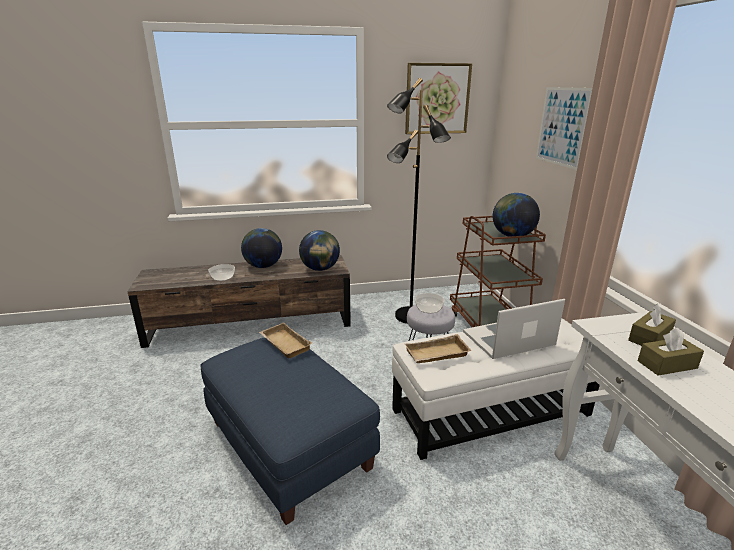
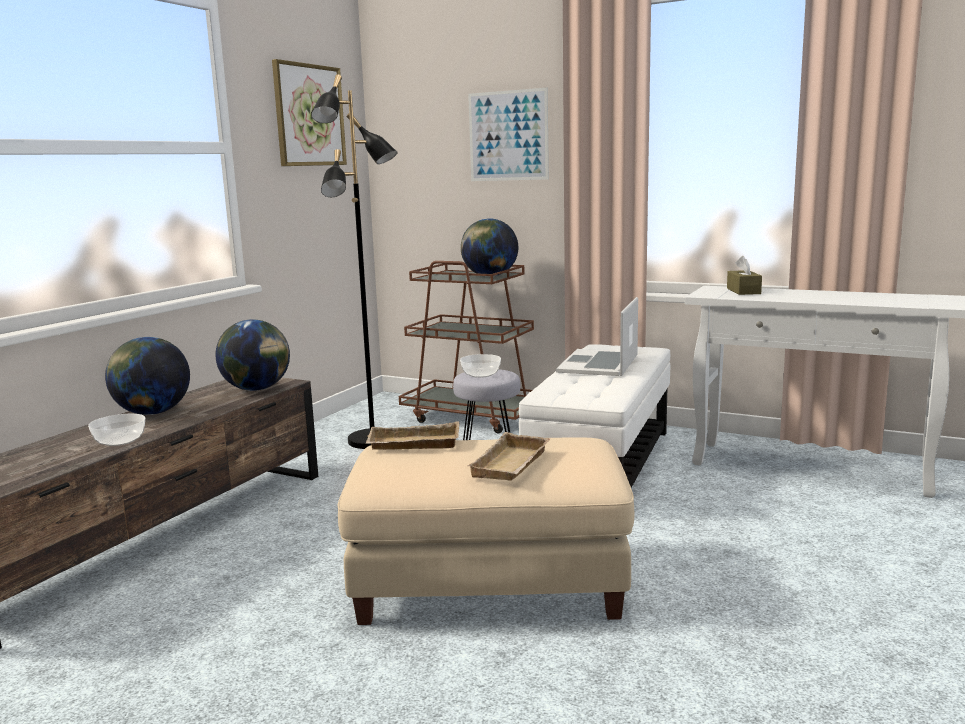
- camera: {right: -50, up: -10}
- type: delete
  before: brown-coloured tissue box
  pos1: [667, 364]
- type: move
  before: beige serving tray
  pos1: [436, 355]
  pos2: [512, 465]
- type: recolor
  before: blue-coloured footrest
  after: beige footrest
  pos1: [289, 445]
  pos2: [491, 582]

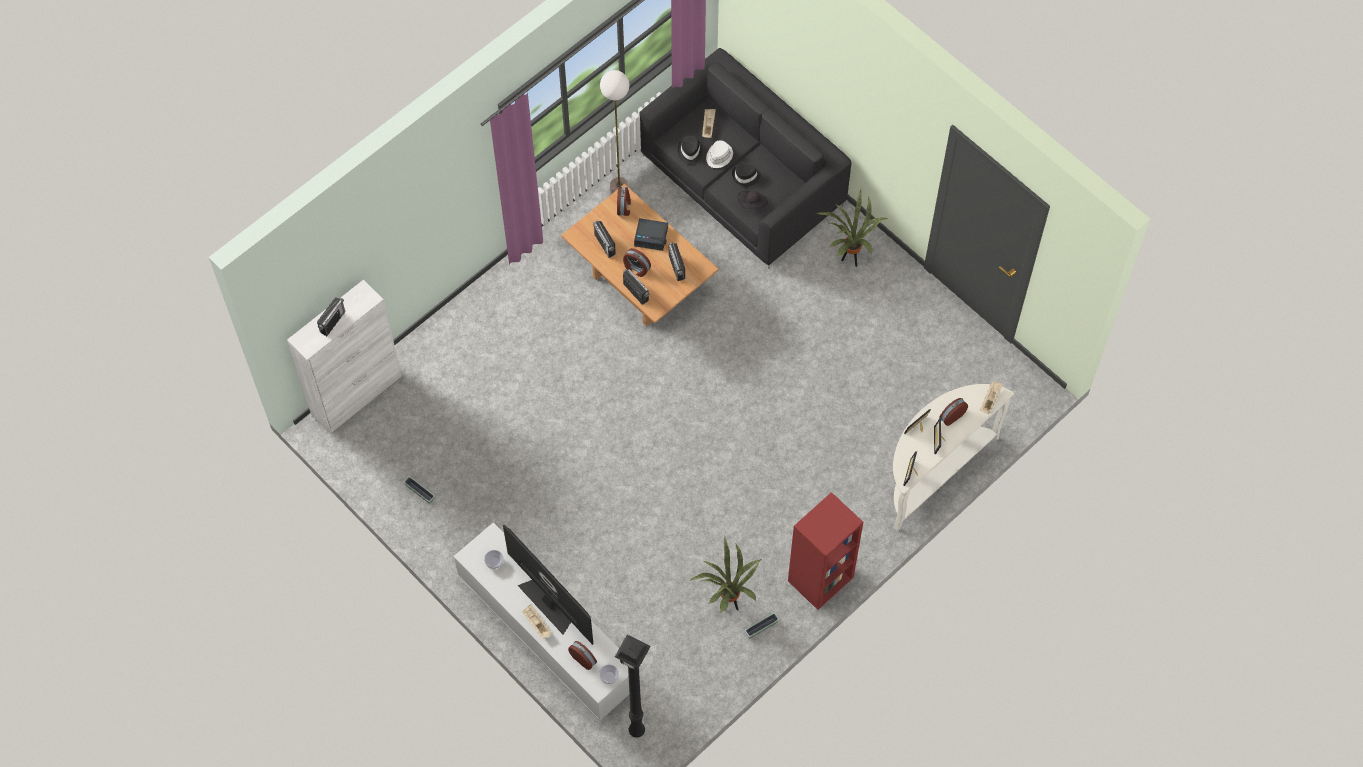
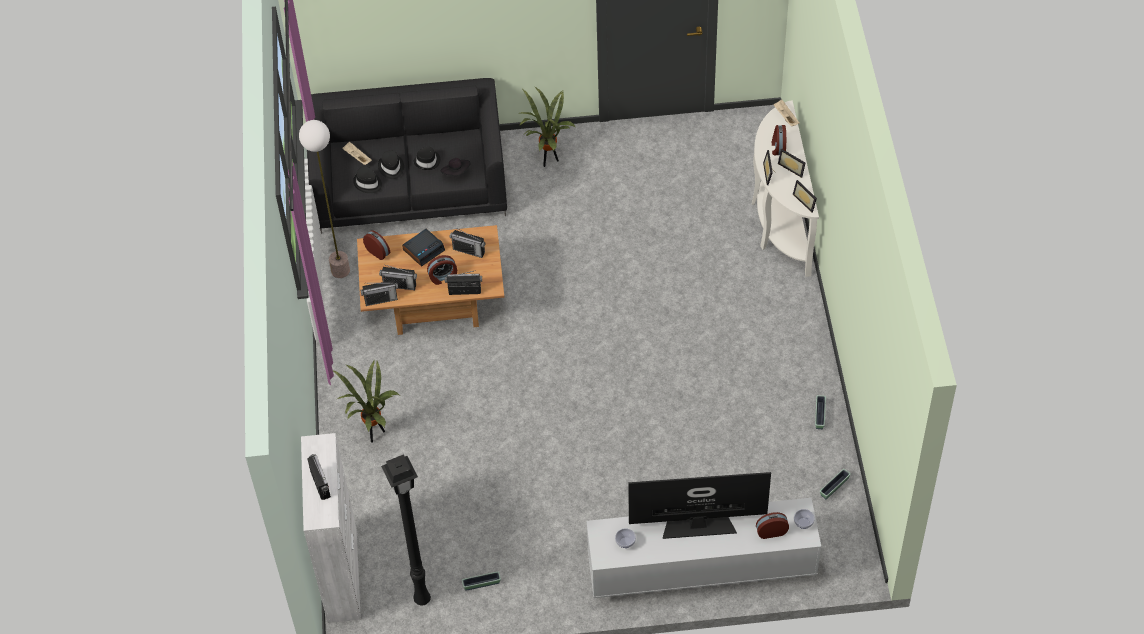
- camera: {right: -50, up: -10}
- type: recolor
  before: white-coloured clothing hat
  after: black clothing hat
  pos1: [718, 156]
  pos2: [391, 167]
- type: delete
  before: reddish bookcase
  pos1: [820, 580]
- type: move
  before: plant in a pot
  pos1: [728, 604]
  pos2: [373, 434]
- type: delete
  before: beige serving tray
  pos1: [536, 624]
- type: move
  before: black floor lamp
  pos1: [637, 732]
  pos2: [423, 600]
- type: insert
  after: radio receiver
  pos2: [381, 299]
- type: insert
  after: flower pot
  pos2: [834, 487]

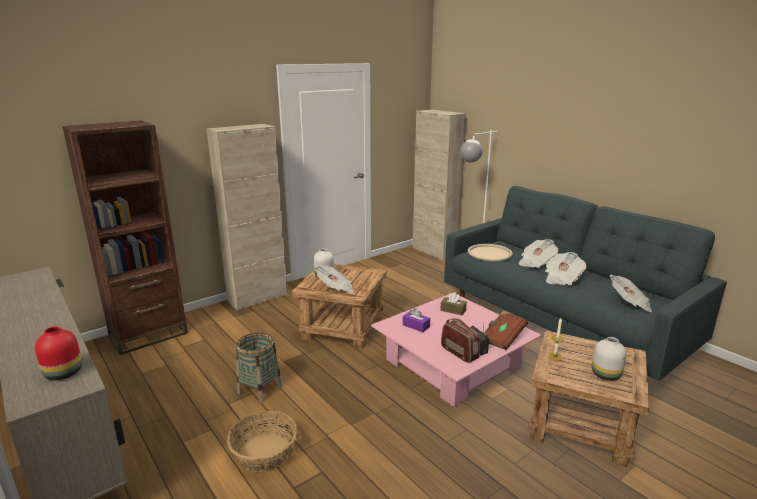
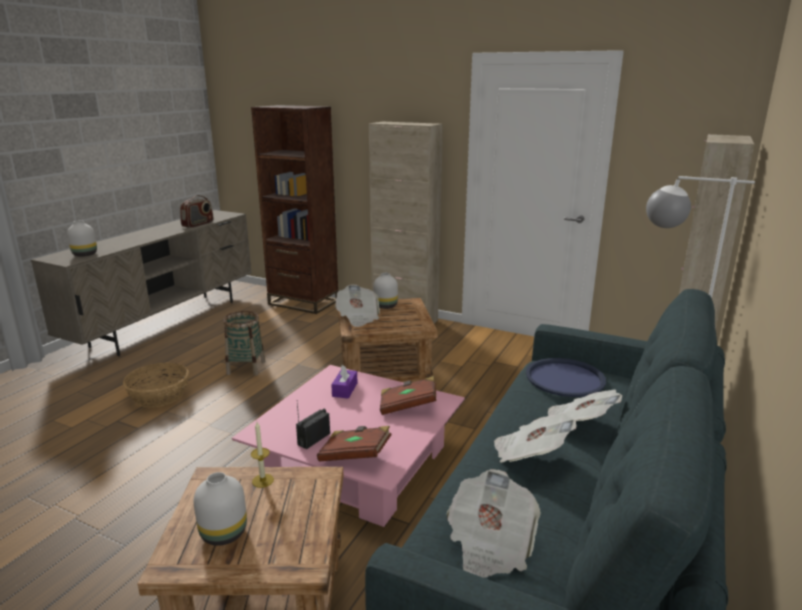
- camera: {right: 65, up: 0}
- type: recolor
  before: beige serving tray
  after: blue-coloured serving tray
  pos1: [489, 253]
  pos2: [564, 378]
- type: replace
  before: brown-coloured tissue box
  after: brown-coloured volume
  pos1: [453, 310]
  pos2: [408, 406]
- type: move
  before: radio receiver
  pos1: [459, 353]
  pos2: [198, 224]
- type: recolor
  before: reddish decorative vase
  after: white-coloured decorative vase
  pos1: [63, 374]
  pos2: [84, 254]

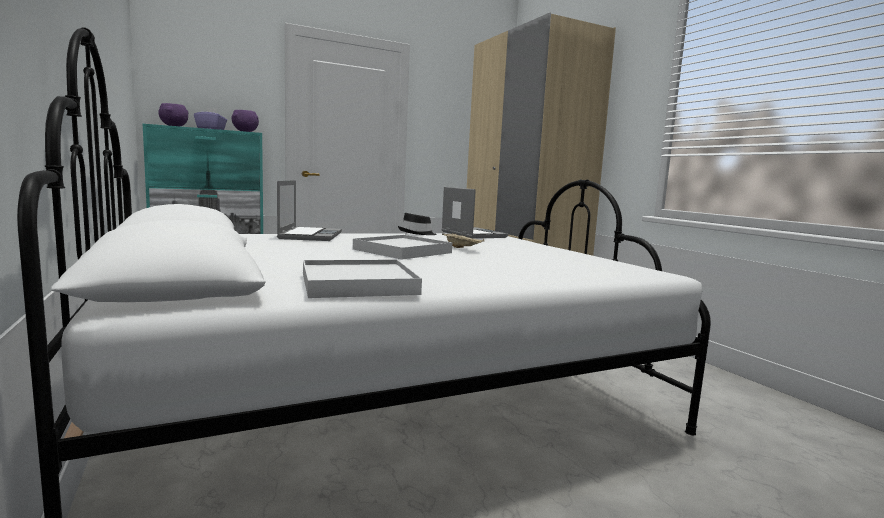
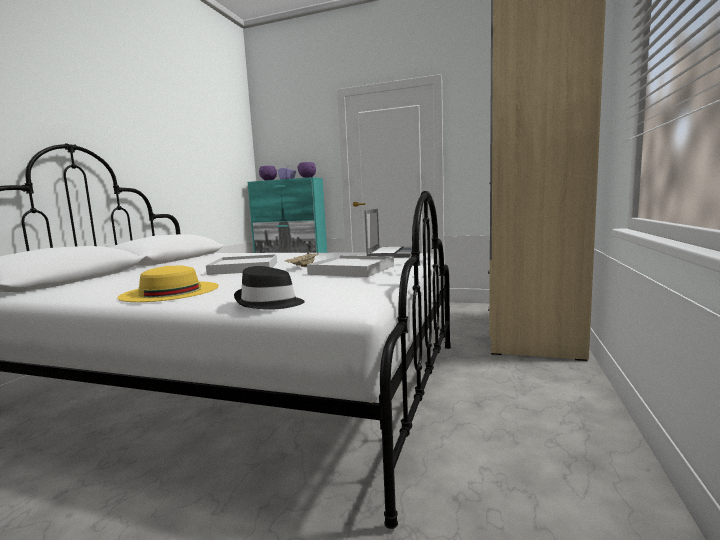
- camera: {right: 45, up: 0}
- type: delete
  before: laptop
  pos1: [310, 236]
- type: move
  before: black clothing hat
  pos1: [417, 233]
  pos2: [269, 303]
- type: move
  before: white-coloured serving tray
  pos1: [357, 284]
  pos2: [352, 270]
- type: insert
  after: yellow-coloured clothing hat
  pos2: [170, 291]

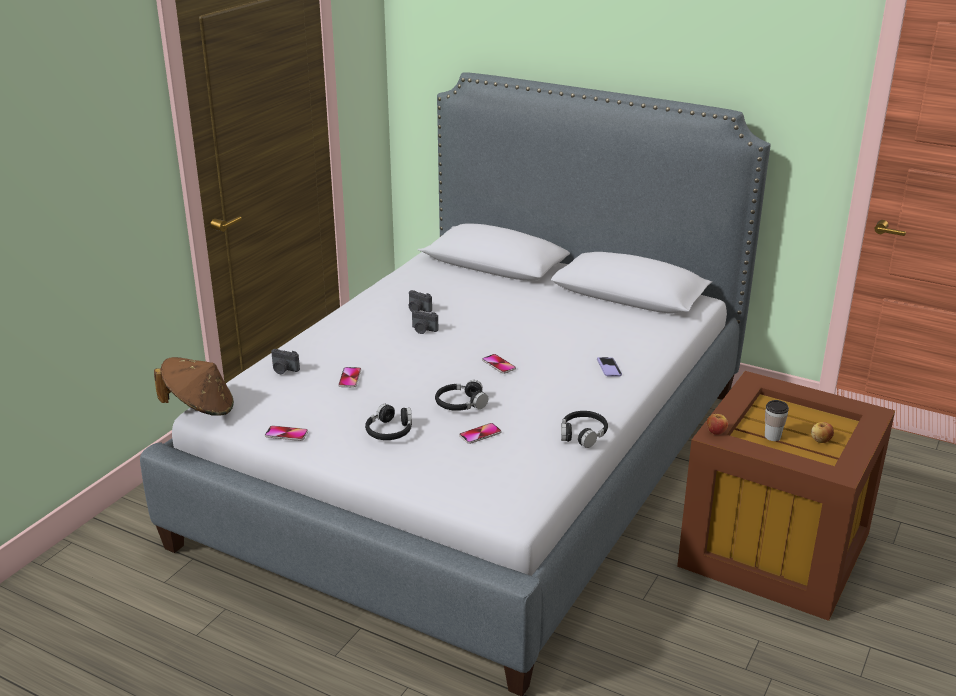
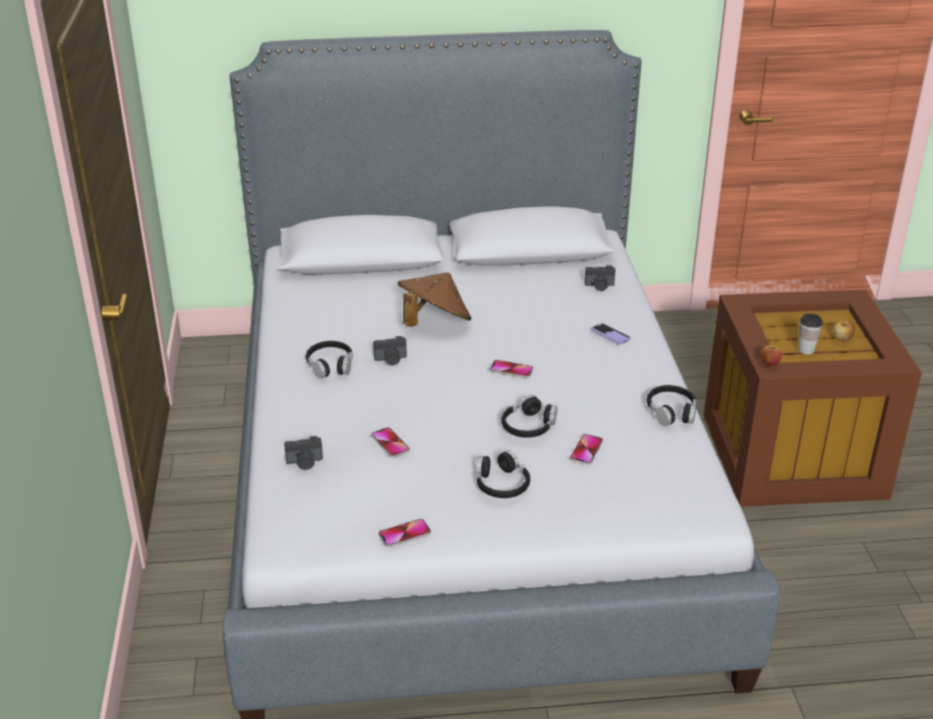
- camera: {right: -35, up: 5}
- type: move
  before: photo camera
  pos1: [418, 310]
  pos2: [599, 286]
- type: move
  before: brown-coloured clothing hat
  pos1: [200, 408]
  pos2: [434, 323]
- type: insert
  after: black pair of headphones
  pos2: [330, 365]

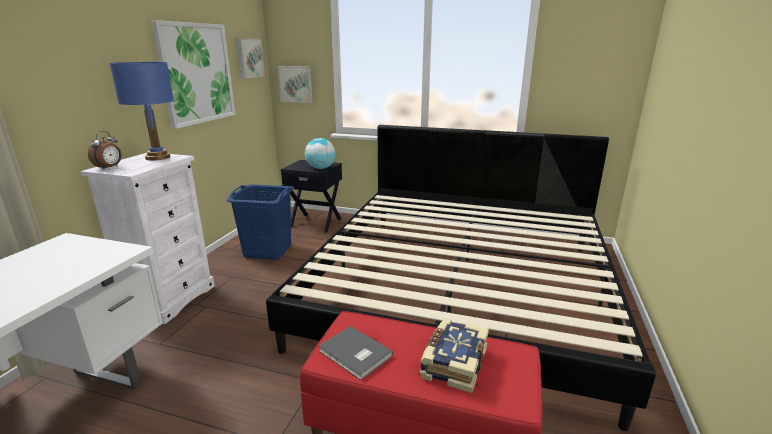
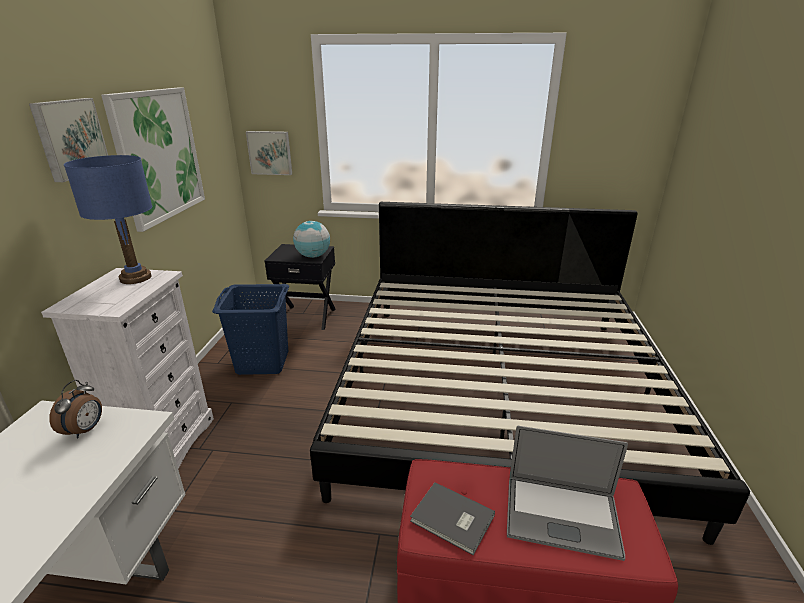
- camera: {right: -10, up: 5}
- type: move
  before: wall art
  pos1: [249, 58]
  pos2: [70, 138]
- type: move
  before: bedside clock
  pos1: [109, 168]
  pos2: [85, 430]
- type: replace
  before: volume
  after: laptop
  pos1: [453, 363]
  pos2: [561, 515]

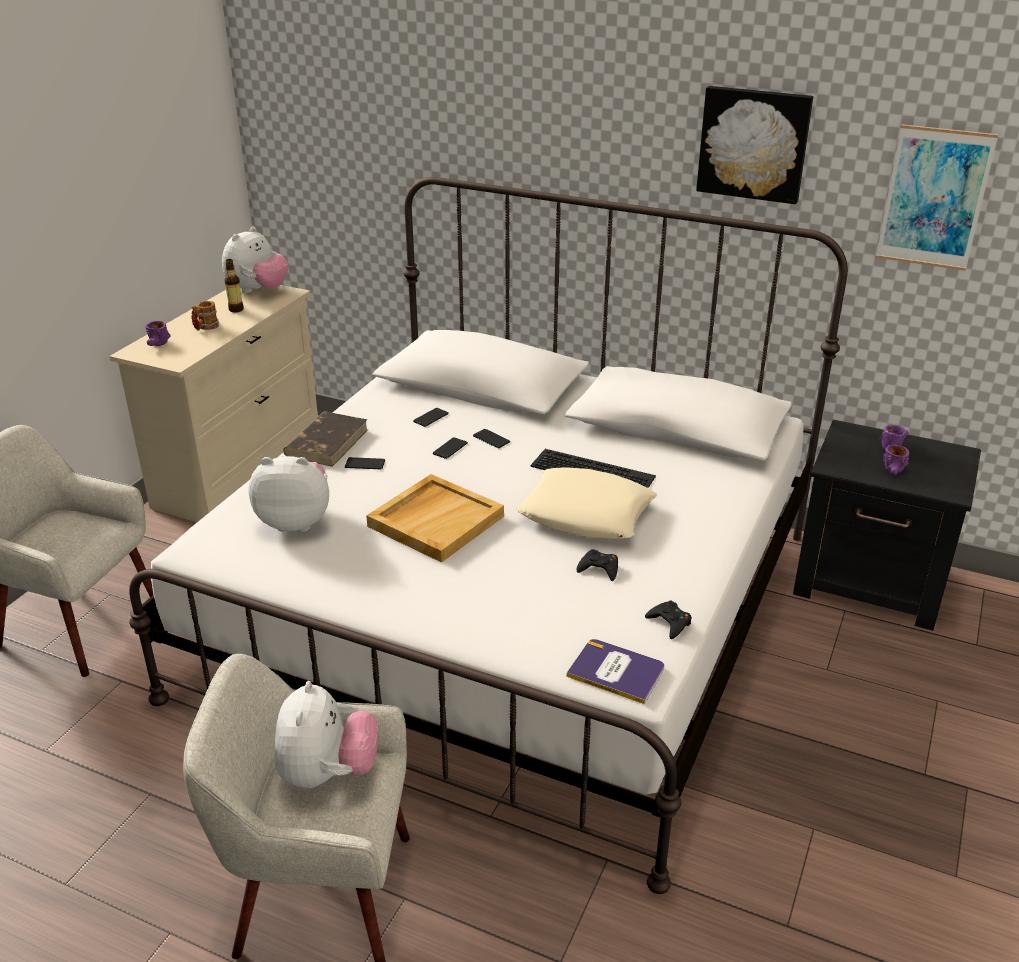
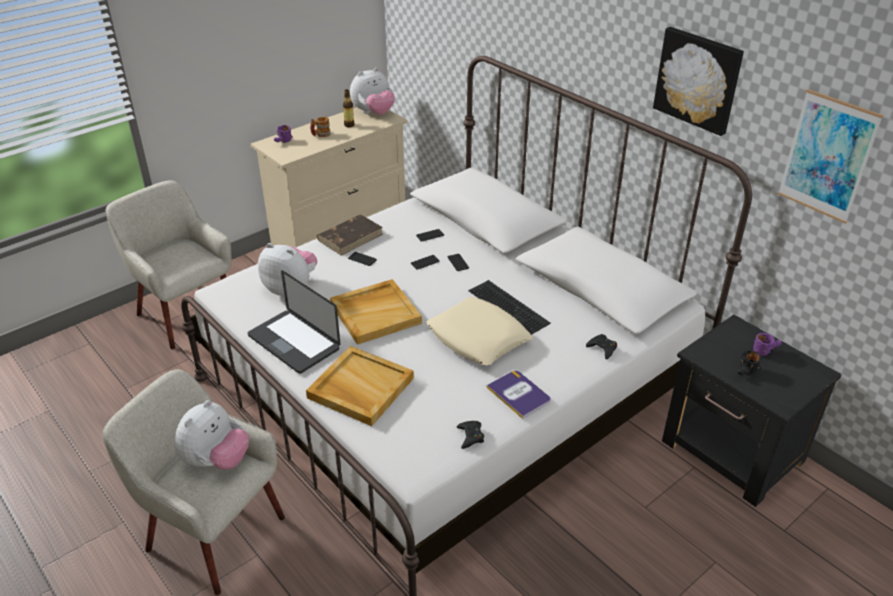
- camera: {right: 25, up: 5}
- type: recolor
  before: purple-coloured tea mug
  after: black tea mug
  pos1: [894, 472]
  pos2: [745, 373]
- type: move
  before: black gamepad
  pos1: [599, 569]
  pos2: [602, 348]
- type: move
  before: volume
  pos1: [616, 671]
  pos2: [519, 394]
- type: insert
  after: laptop
  pos2: [294, 342]
- type: insert
  after: beige serving tray
  pos2: [359, 388]

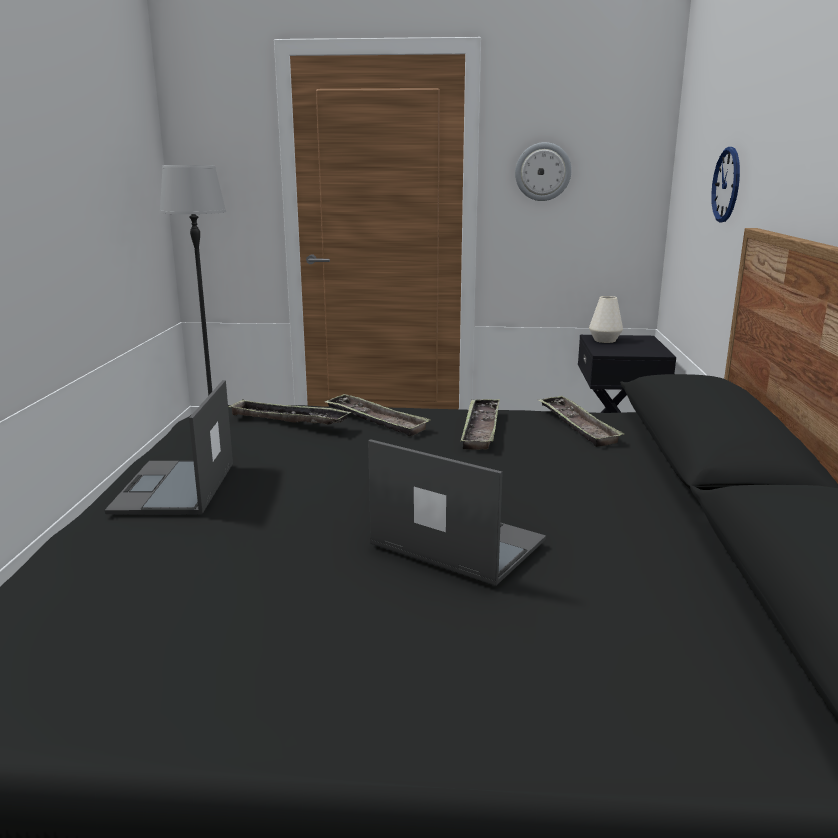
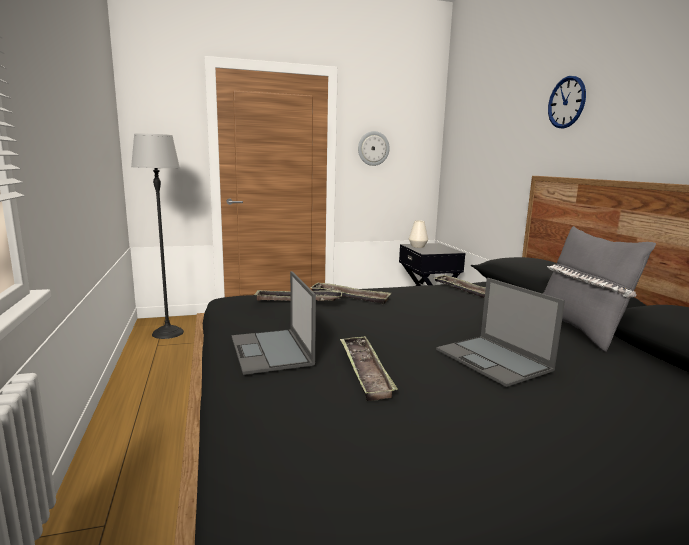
- camera: {right: -20, up: -5}
- type: move
  before: wall clock
  pos1: [726, 185]
  pos2: [566, 102]
- type: move
  before: serving tray
  pos1: [481, 429]
  pos2: [365, 371]
- type: rotate
  before: laptop
  pos1: [456, 542]
  pos2: [494, 360]
  turn: -135
- type: insert
  after: grey cushion
  pos2: [579, 330]

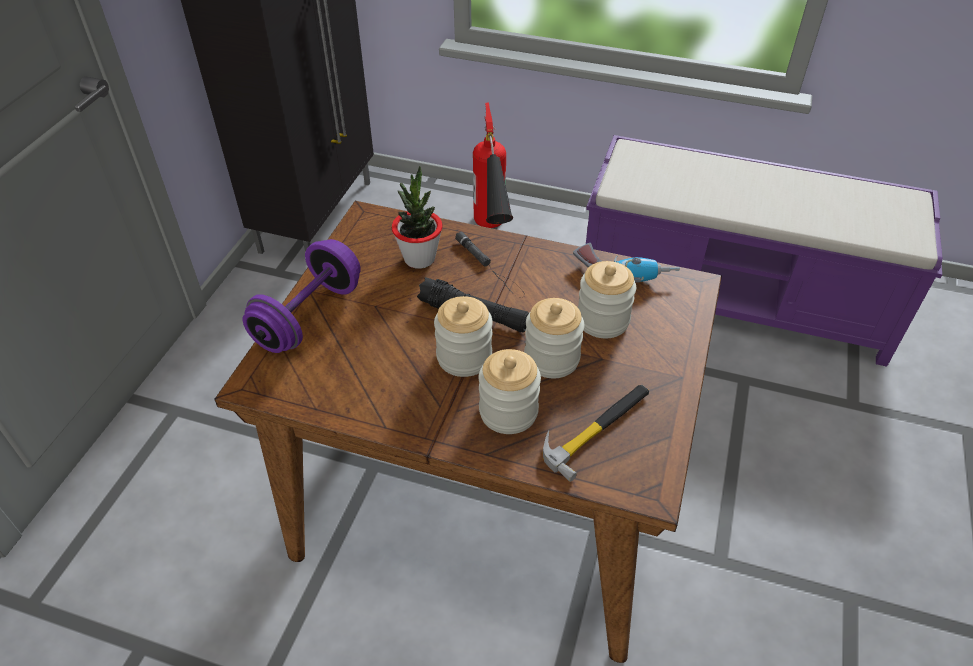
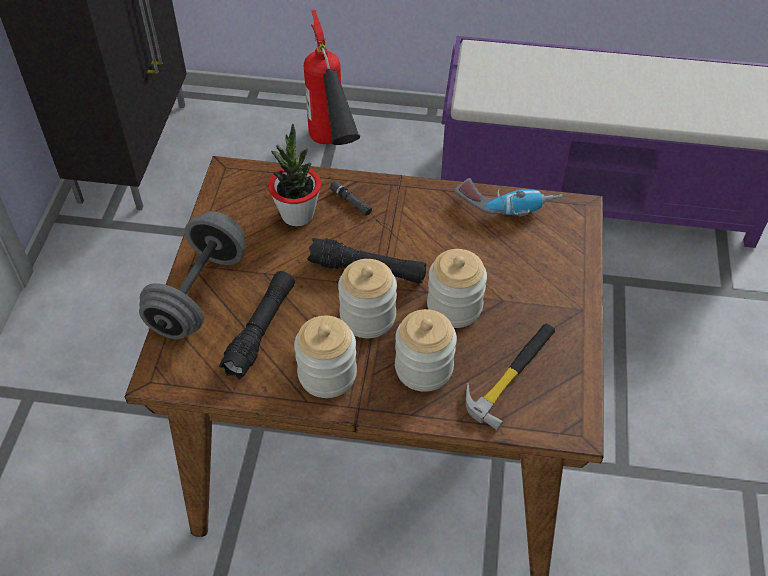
- camera: {right: -10, up: 5}
- type: recolor
  before: purple-coloured dumbbell
  after: grey dumbbell
  pos1: [308, 316]
  pos2: [198, 294]
- type: move
  before: jar
  pos1: [602, 320]
  pos2: [327, 374]
- type: insert
  after: black torch
  pos2: [261, 330]

